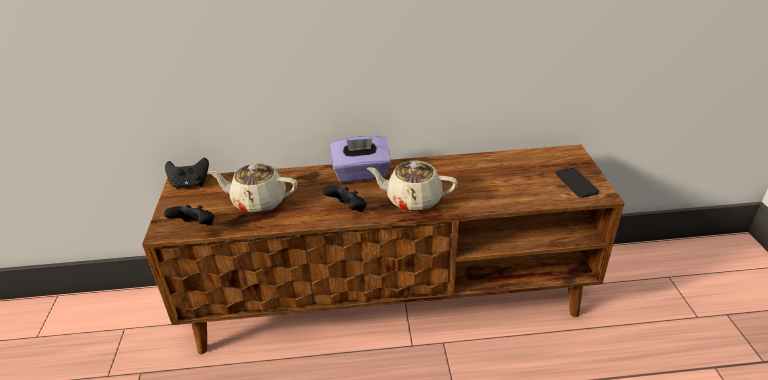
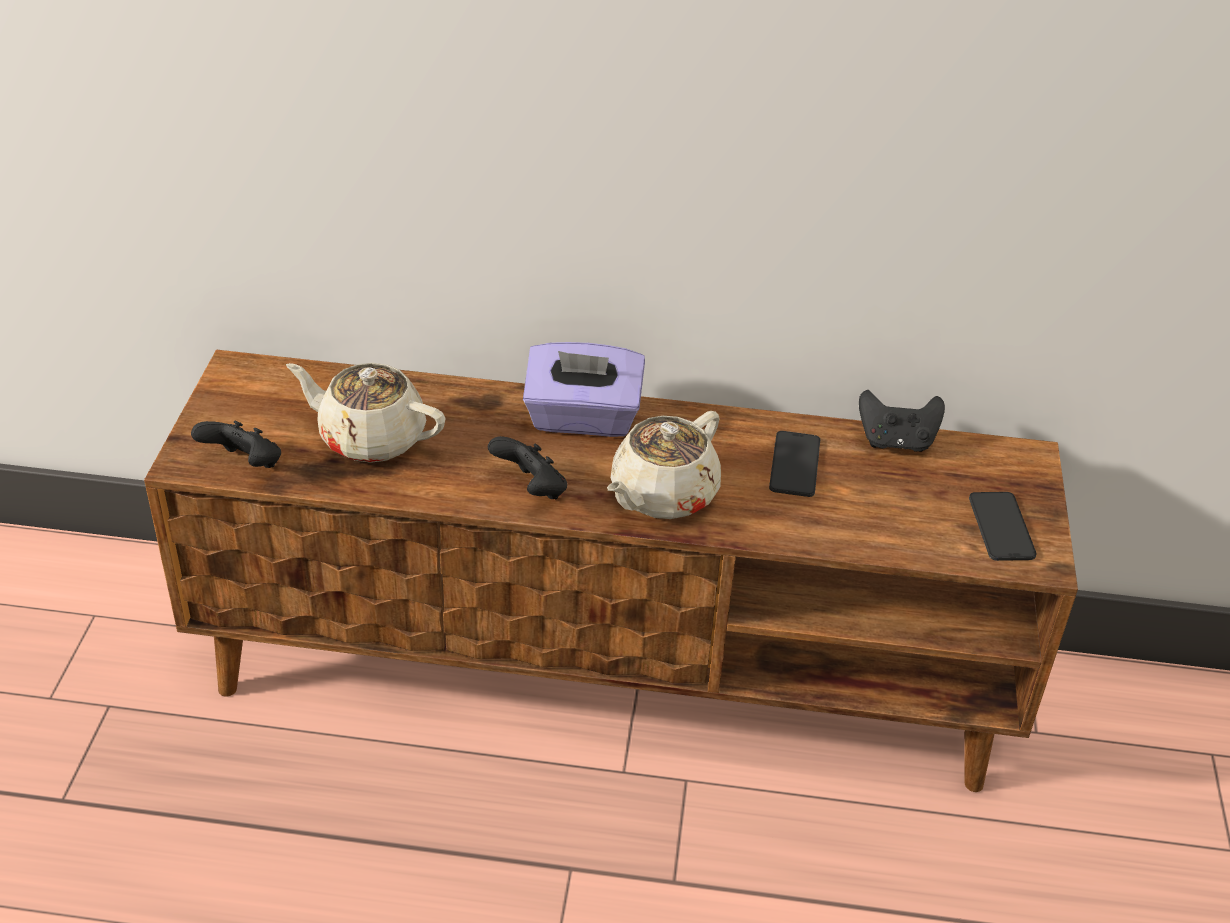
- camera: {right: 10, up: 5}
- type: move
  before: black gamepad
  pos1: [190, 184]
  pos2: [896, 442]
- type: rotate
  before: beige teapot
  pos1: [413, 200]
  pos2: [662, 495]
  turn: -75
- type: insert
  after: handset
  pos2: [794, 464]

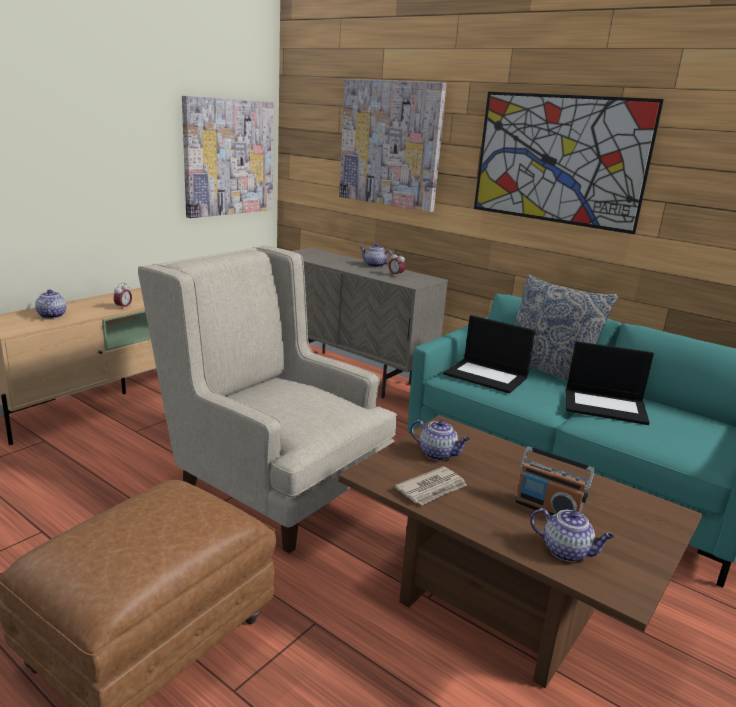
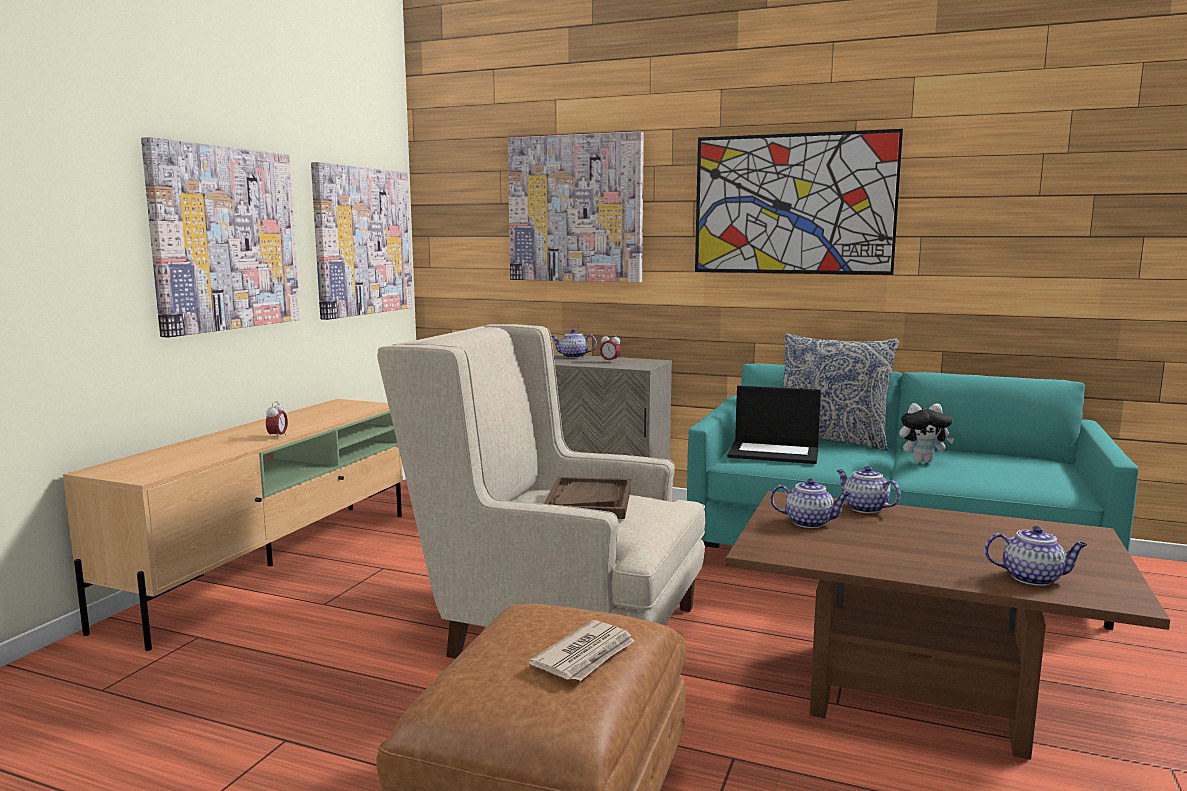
- camera: {right: -15, up: -10}
- type: move
  before: teapot
  pos1: [51, 315]
  pos2: [864, 508]
- type: replace
  before: laptop
  after: soft toy
  pos1: [605, 406]
  pos2: [922, 461]
- type: delete
  before: radio receiver
  pos1: [548, 509]
- type: move
  before: printed paper
  pos1: [432, 489]
  pos2: [586, 655]
- type: insert
  after: wall art
  pos2: [225, 239]
- type: insert
  after: brown-coloured serving tray
  pos2: [589, 501]

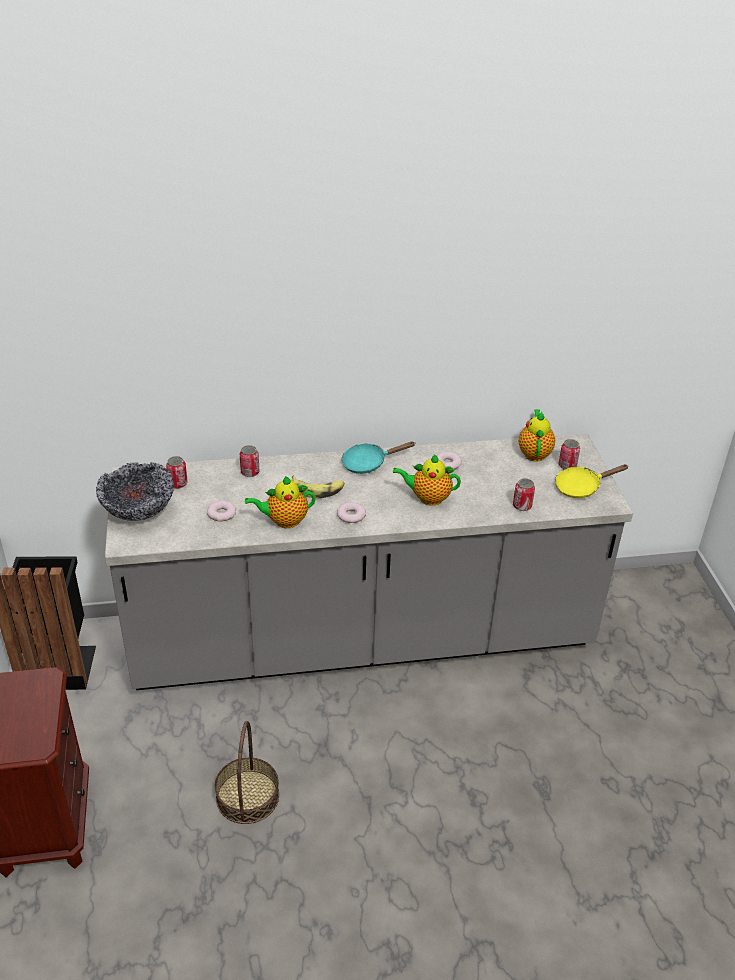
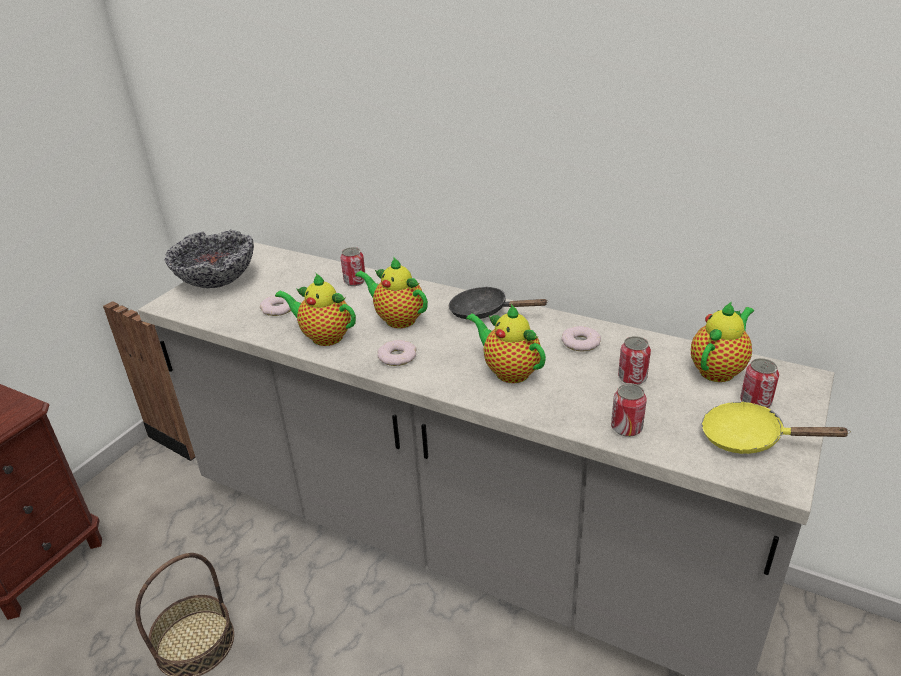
- camera: {right: 40, up: -5}
- type: recolor
  before: turquoise pan
  after: black pan
  pos1: [368, 463]
  pos2: [484, 312]
- type: move
  before: can
  pos1: [178, 483]
  pos2: [632, 378]
- type: replace
  before: banana
  after: teapot
  pos1: [318, 490]
  pos2: [397, 319]

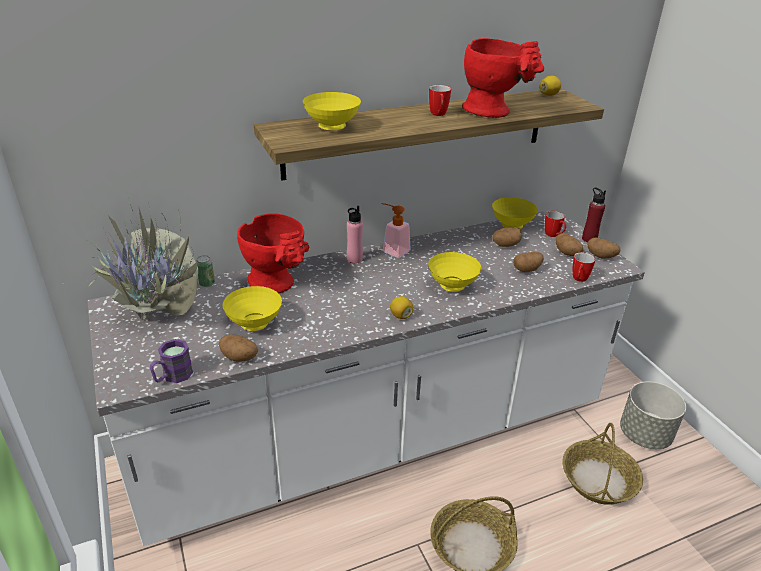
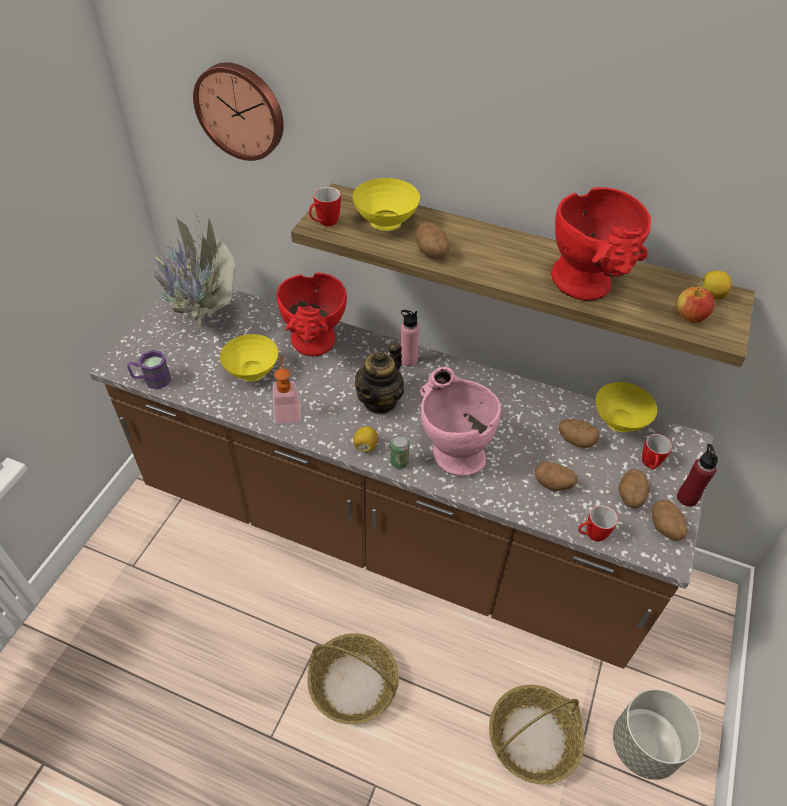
- camera: {right: 45, up: 15}
- type: move
  before: tea mug
  pos1: [438, 115]
  pos2: [324, 223]
- type: move
  before: soap dispenser
  pos1: [392, 250]
  pos2: [287, 410]
- type: recolor
  before: white-coloured counter
  after: brown-coloured counter
  pos1: [376, 437]
  pos2: [389, 531]
- type: replace
  before: yellow-coloured bowl
  after: pinkish decorative vase
  pos1: [452, 287]
  pos2: [451, 450]
- type: move
  before: can
  pos1: [207, 283]
  pos2: [399, 462]
- type: move
  before: potato
  pos1: [240, 357]
  pos2: [432, 253]
- type: insert
  after: wall clock
  pos2: [241, 110]
- type: insert
  after: apple fruit
  pos2: [689, 317]
- type: insert
  after: teapot
  pos2: [380, 401]

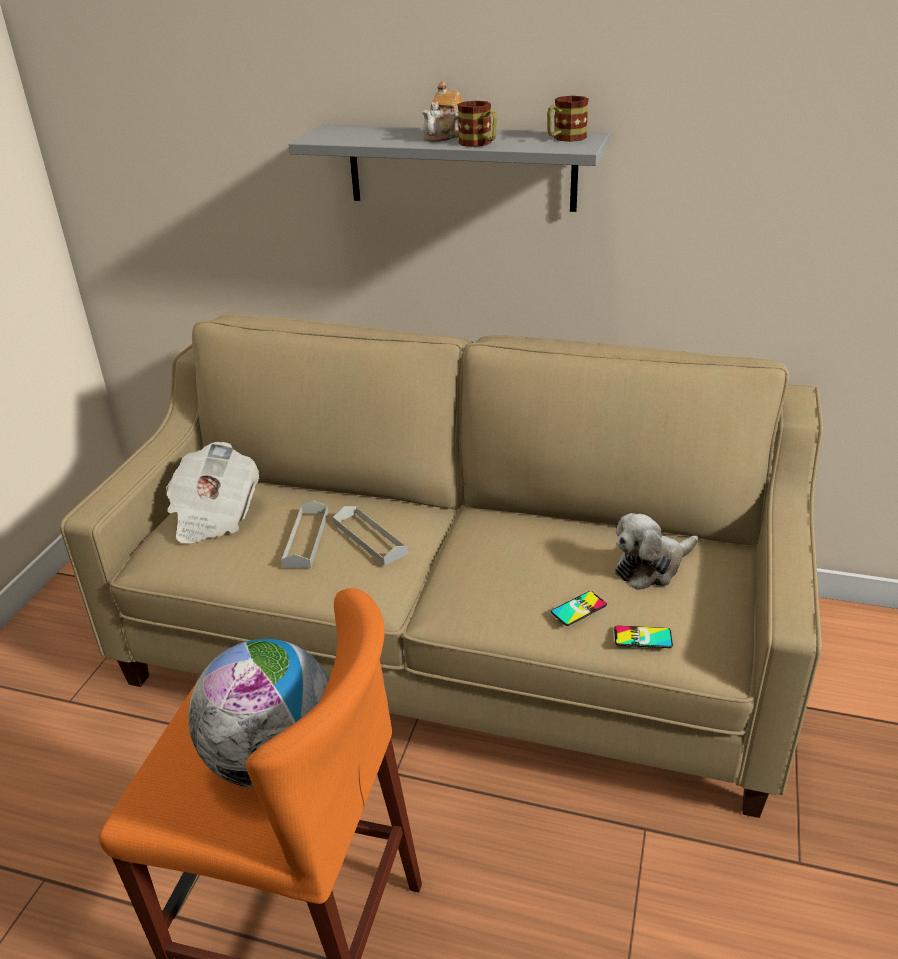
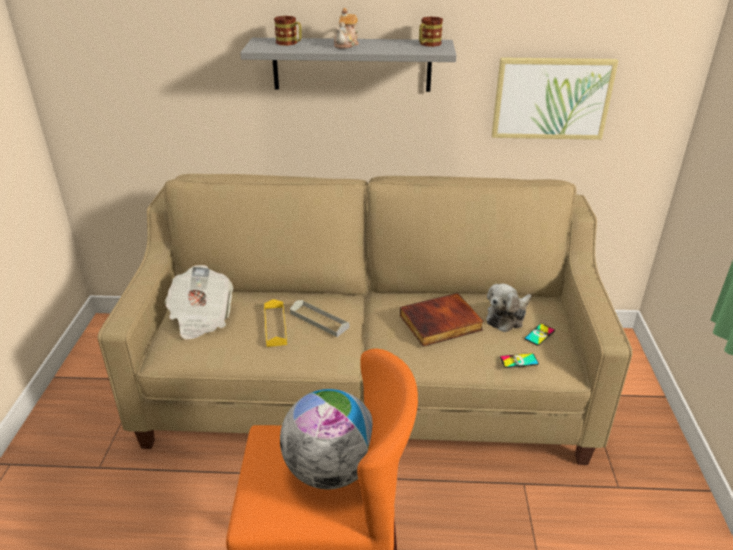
- camera: {right: -15, up: 0}
- type: move
  before: tea mug
  pos1: [479, 144]
  pos2: [290, 43]
- type: recolor
  before: grey serving tray
  after: yellow-coloured serving tray
  pos1: [306, 539]
  pos2: [275, 326]
- type: move
  before: handset
  pos1: [578, 608]
  pos2: [539, 335]
- type: insert
  after: wall art
  pos2: [551, 98]
- type: insert
  after: volume
  pos2: [440, 323]

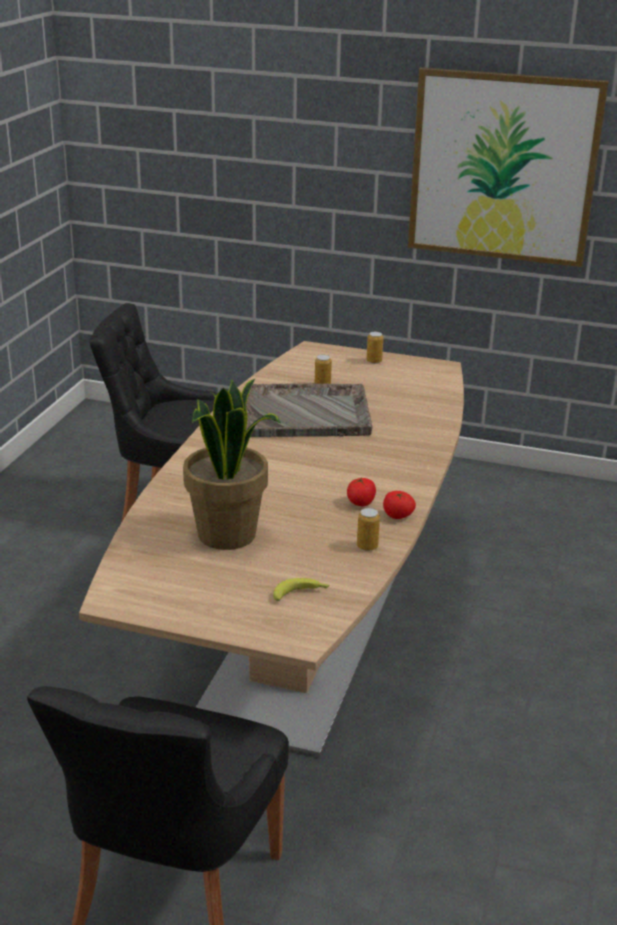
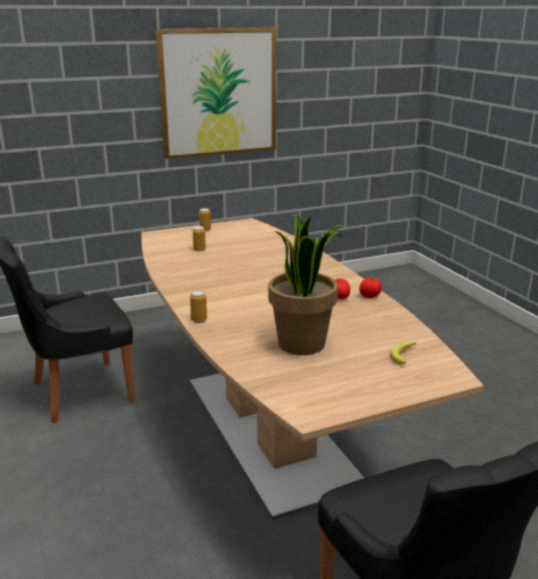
- camera: {right: -40, up: -5}
- type: delete
  before: grey serving tray
  pos1: [308, 413]
- type: move
  before: can
  pos1: [367, 546]
  pos2: [199, 320]

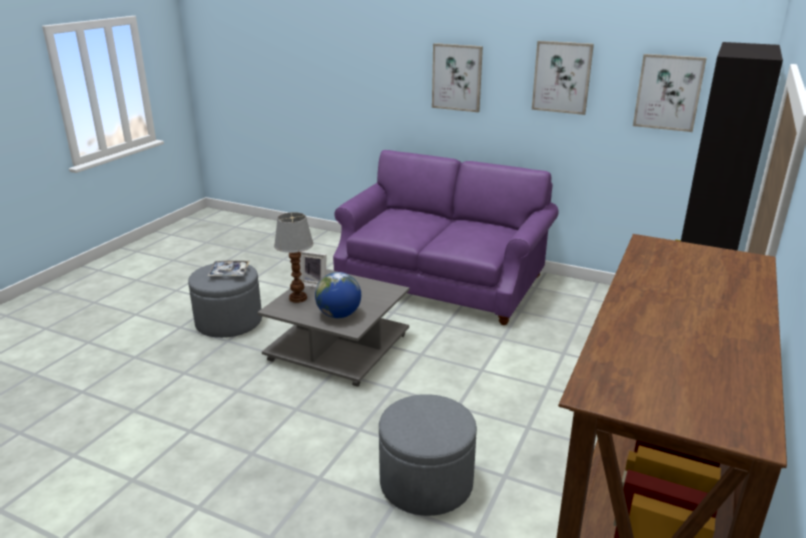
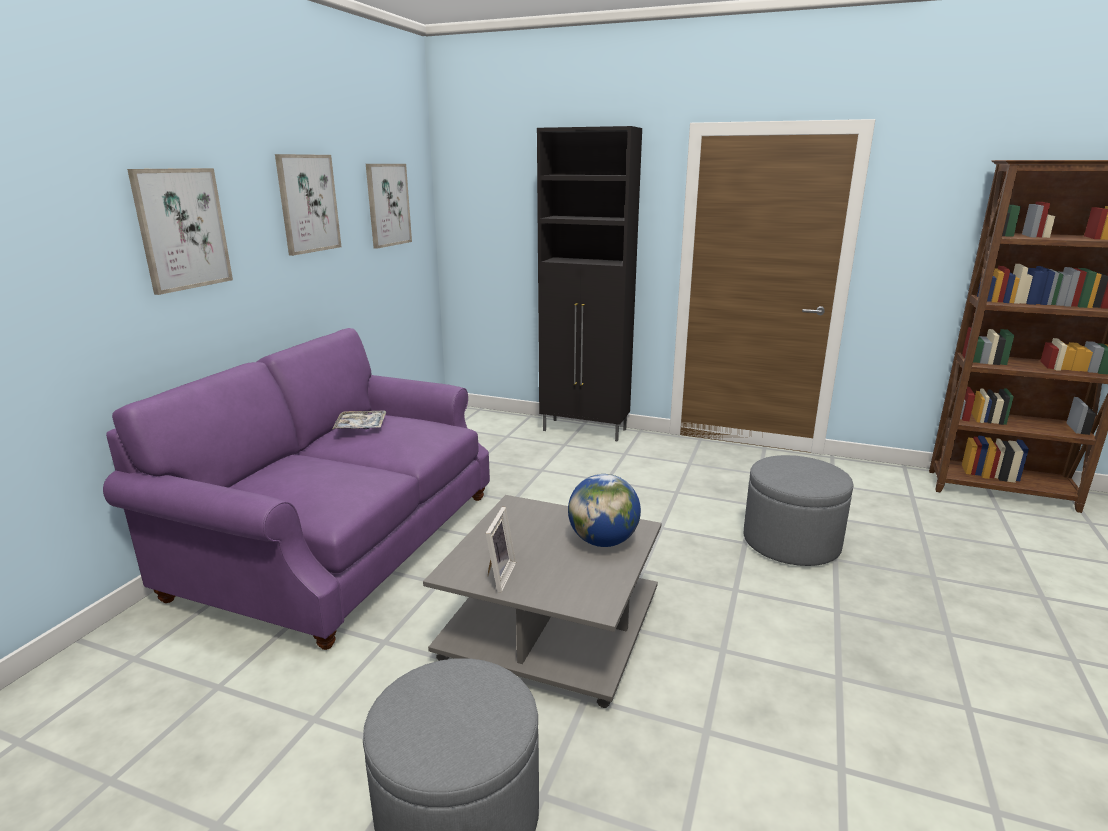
- camera: {right: -95, up: -5}
- type: delete
  before: tabletop lamp
  pos1: [297, 298]
- type: move
  before: serving tray
  pos1: [229, 272]
  pos2: [361, 426]

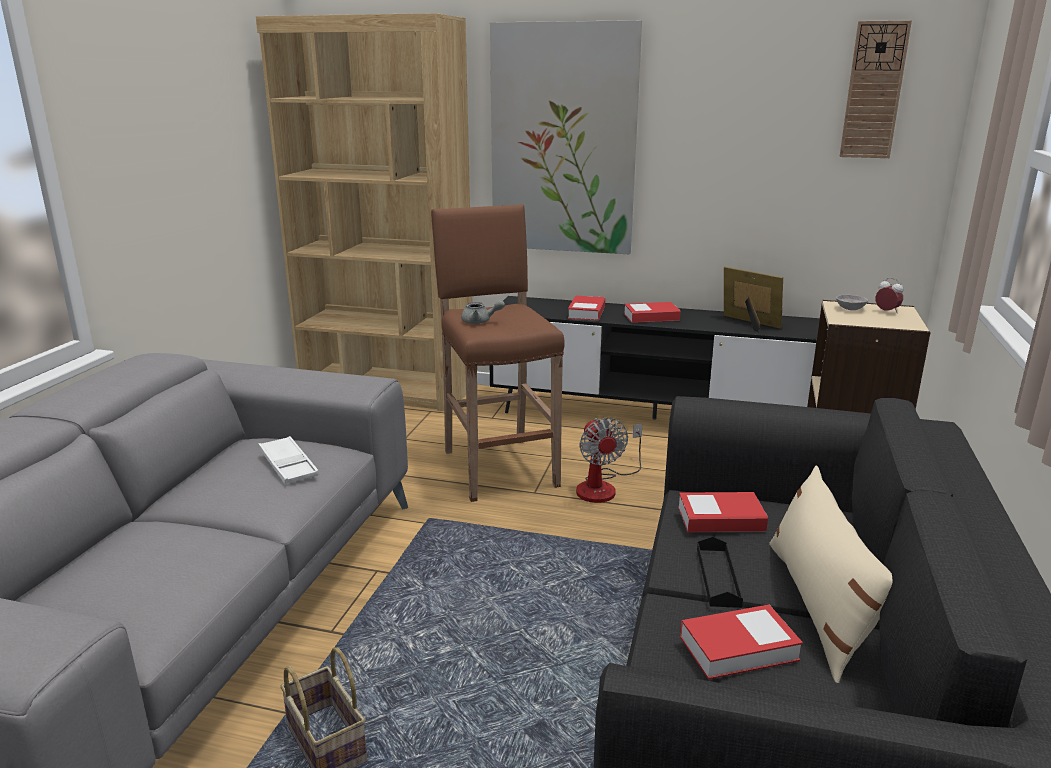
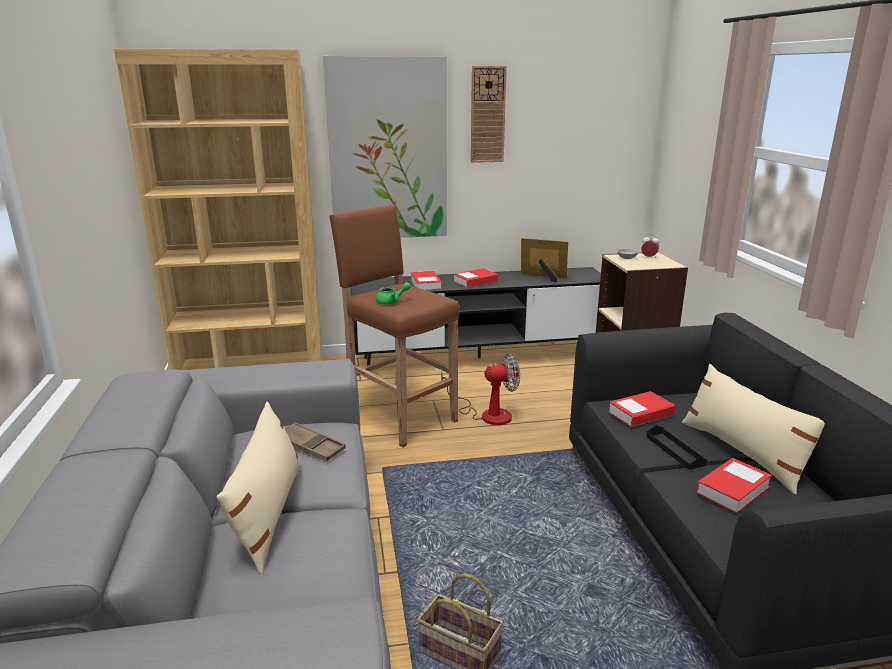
- camera: {right: -25, up: 0}
- type: move
  before: wall clock
  pos1: [874, 91]
  pos2: [487, 115]
- type: recolor
  before: grey teapot
  after: green teapot
  pos1: [480, 322]
  pos2: [391, 302]
- type: rotate
  before: electric fan
  pos1: [603, 486]
  pos2: [487, 414]
  turn: -60
- type: recolor
  before: white-coloured serving tray
  after: brown-coloured serving tray
  pos1: [288, 465]
  pos2: [310, 446]
- type: insert
  after: beige cushion
  pos2: [268, 514]

